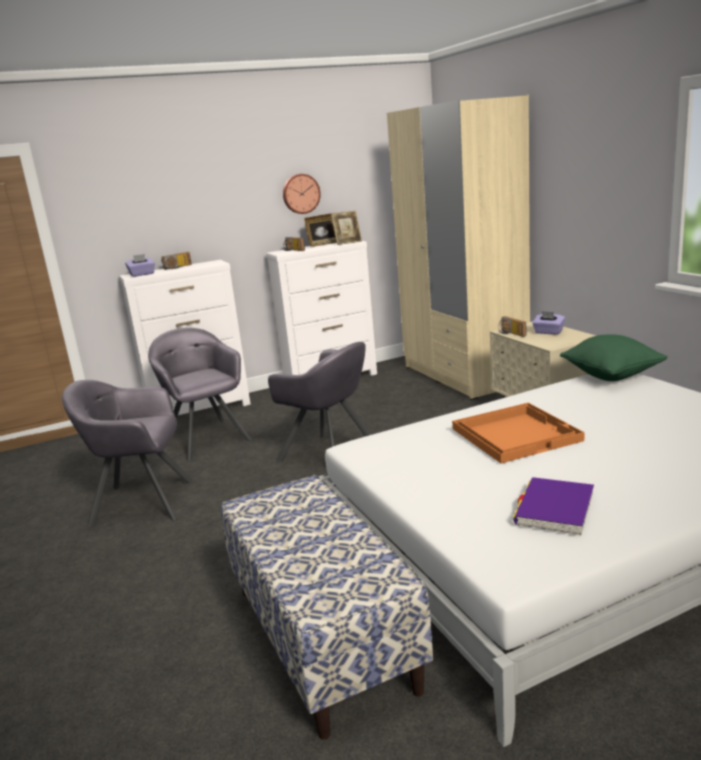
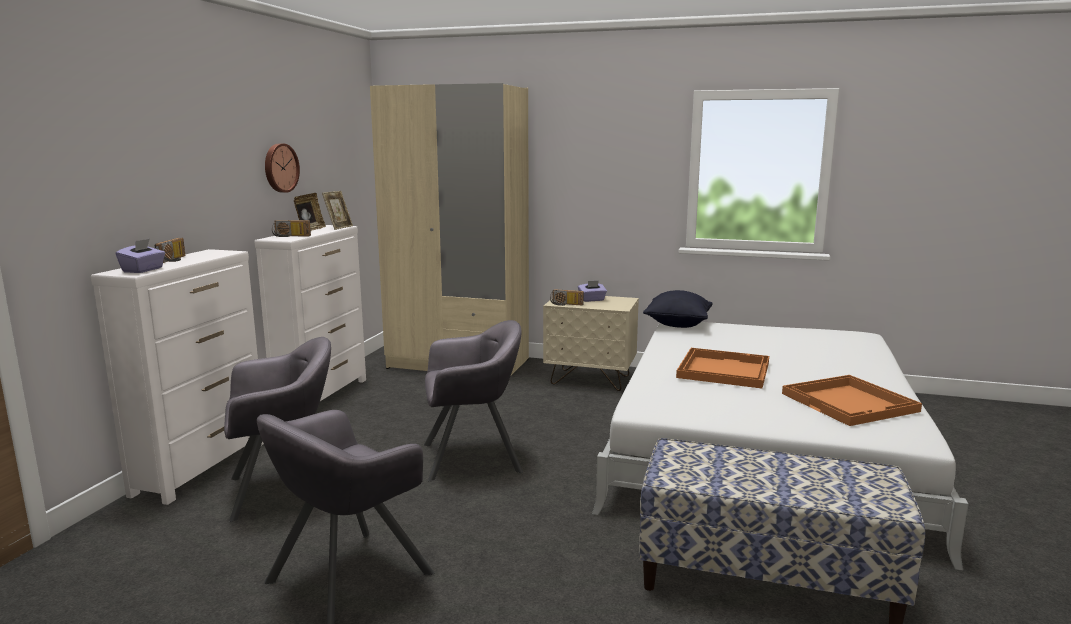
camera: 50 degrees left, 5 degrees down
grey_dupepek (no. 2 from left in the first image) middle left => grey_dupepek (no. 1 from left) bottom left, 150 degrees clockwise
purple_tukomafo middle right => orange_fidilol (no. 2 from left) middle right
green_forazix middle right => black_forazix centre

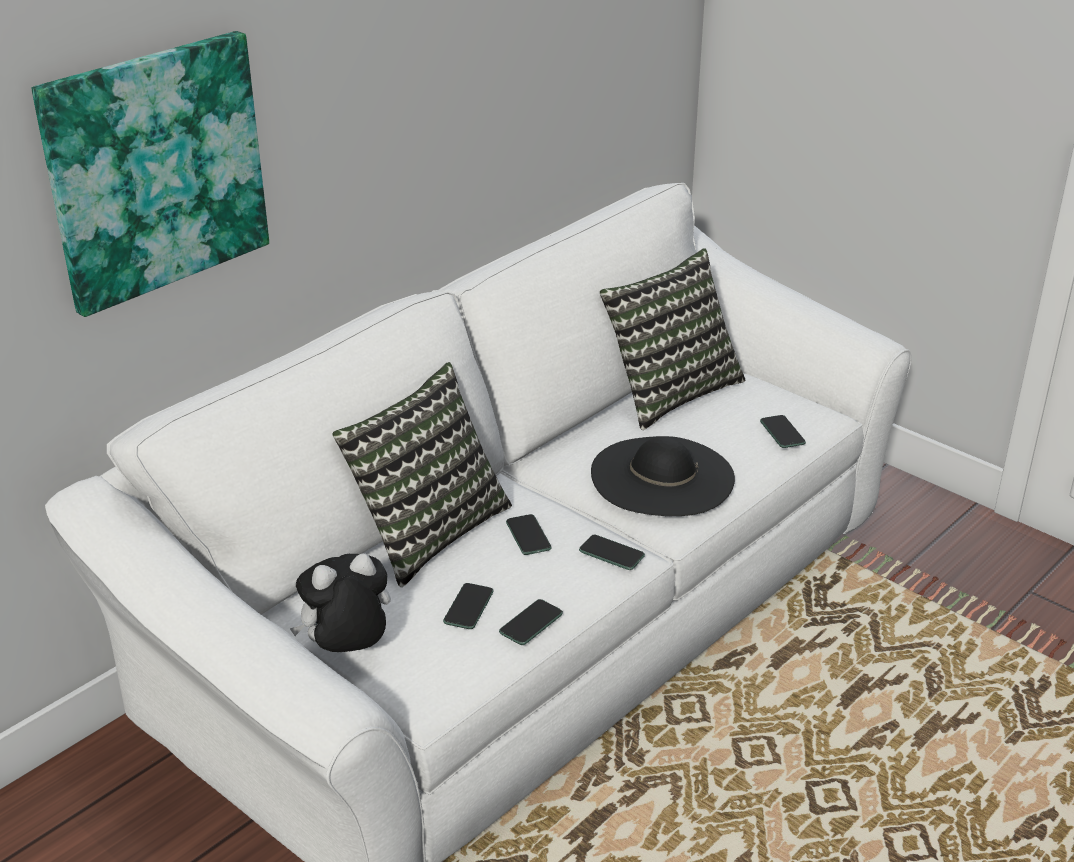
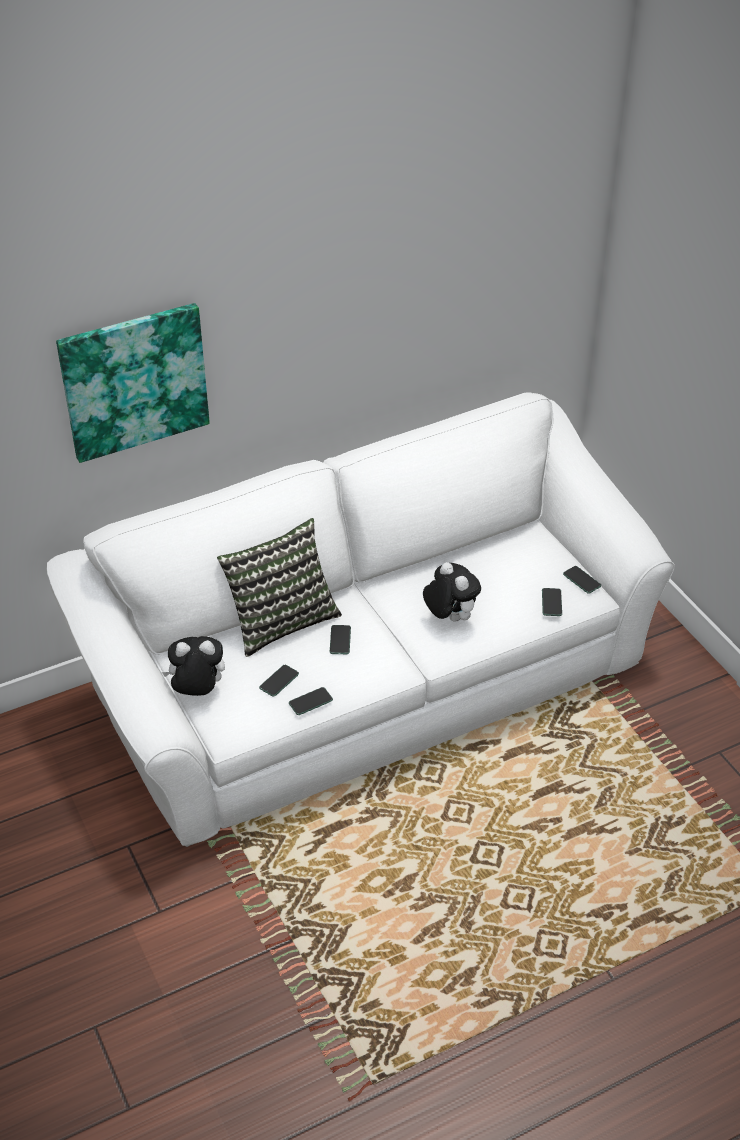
camera: 20 degrees right, 10 degrees up
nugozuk (no. 4 from left in the first image) centre => nugozuk (no. 5 from left) middle right, shifted
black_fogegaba centre => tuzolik (no. 2 from left) centre
forazix (no. 2 from left) centre => nothing

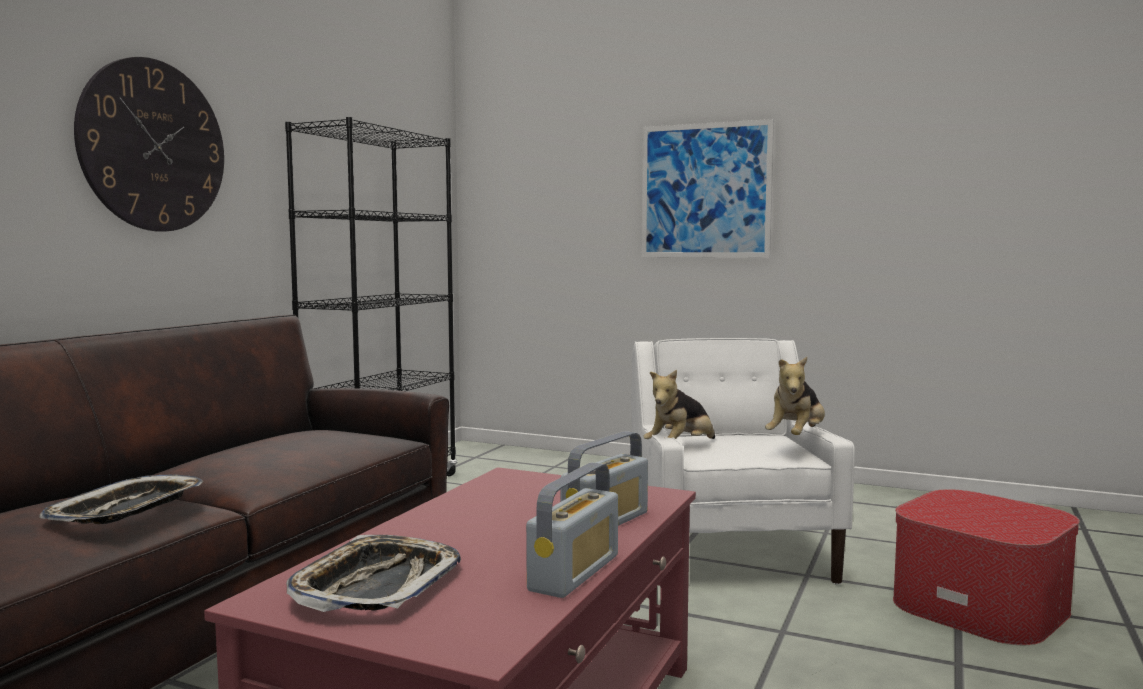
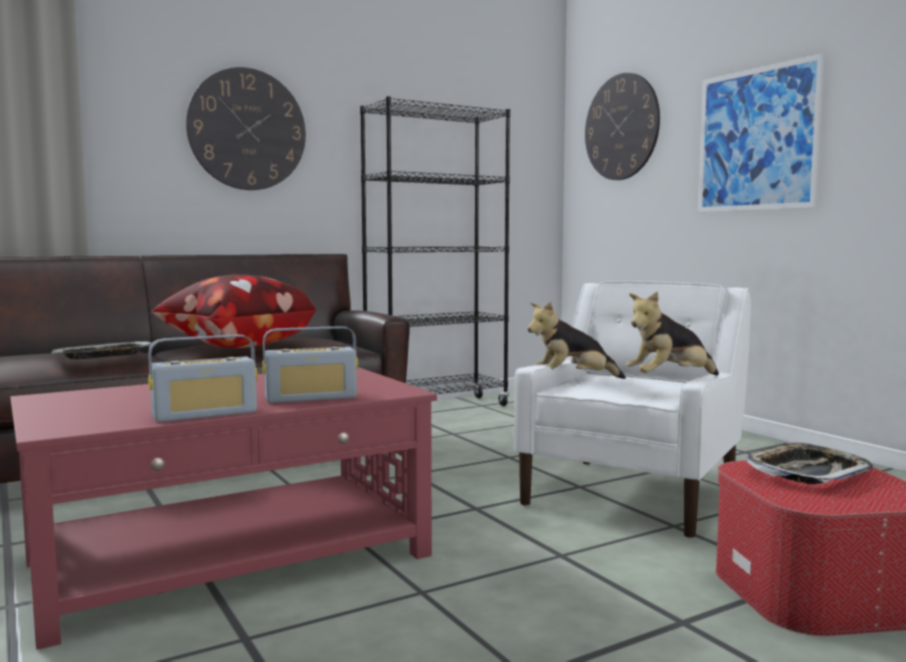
camera: 35 degrees right, 0 degrees up
fidilol (no. 2 from left) bottom left => fidilol (no. 2 from left) bottom right, shifted
nothing => forazix middle left
nothing => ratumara (no. 2 from left) top right

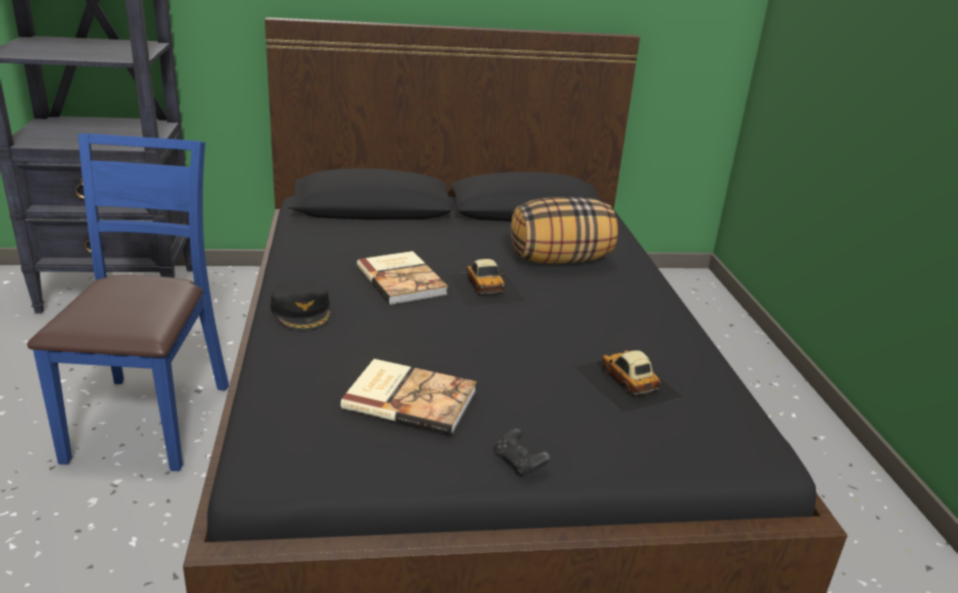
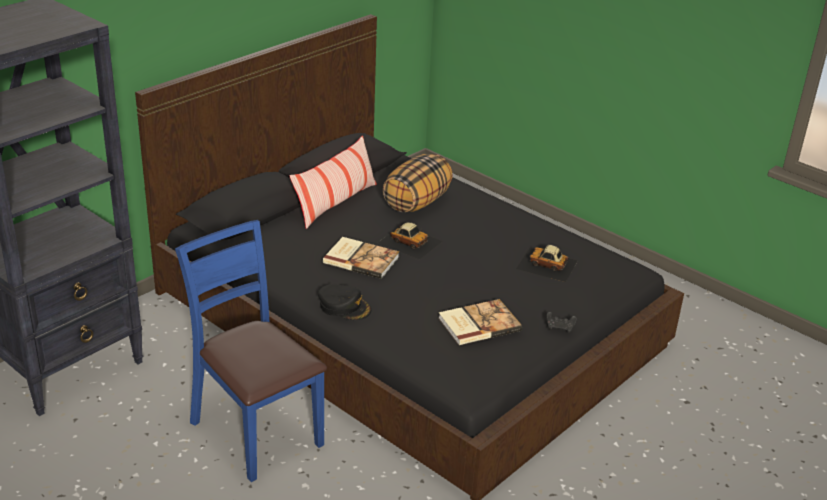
camera: 40 degrees left, 5 degrees up
nothing => forazix (no. 1 from left) centre

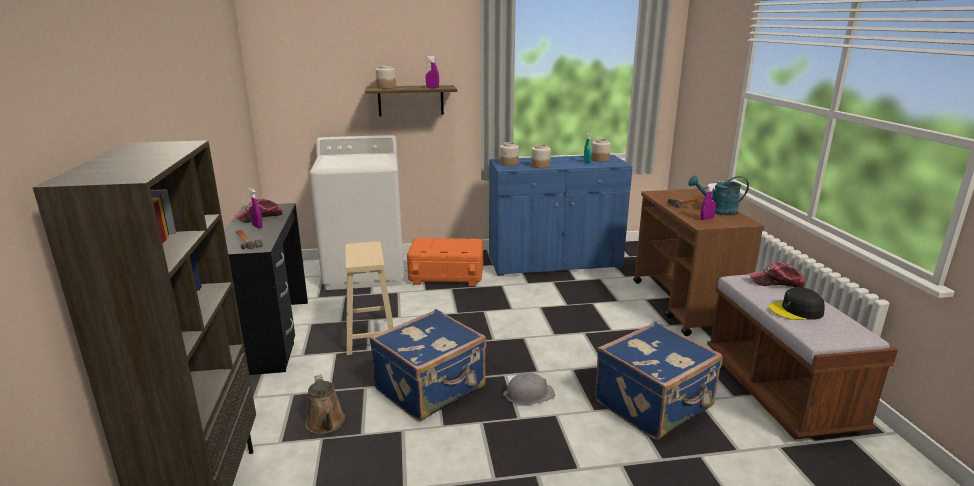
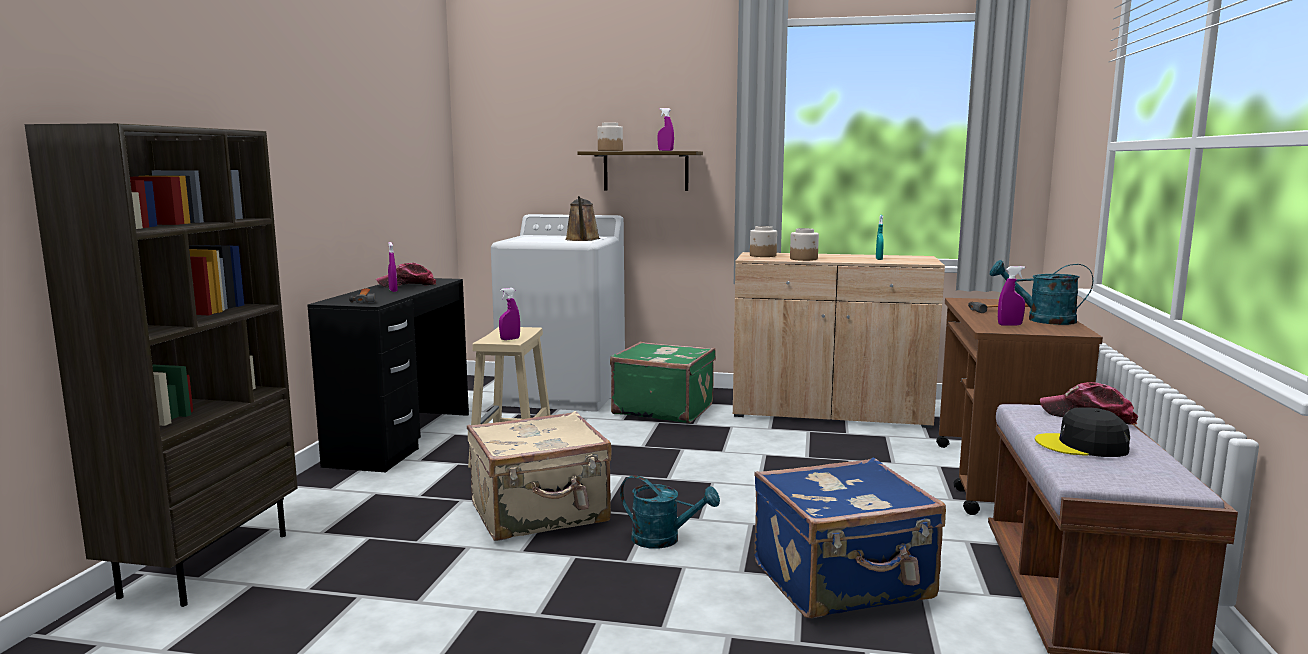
camera: 20 degrees right, 10 degrees down
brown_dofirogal bottom centre => brown_dofirogal centre, shifted
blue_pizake (no. 1 from left) bottom centre => beige_pizake bottom centre
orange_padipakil centre => green_pizake centre
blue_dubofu centre => beige_dubofu centre
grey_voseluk bottom centre => turquoise_dofirogal (no. 1 from left) bottom centre
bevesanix (no. 4 from left) top centre => nothing
nothing => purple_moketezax (no. 2 from left) centre

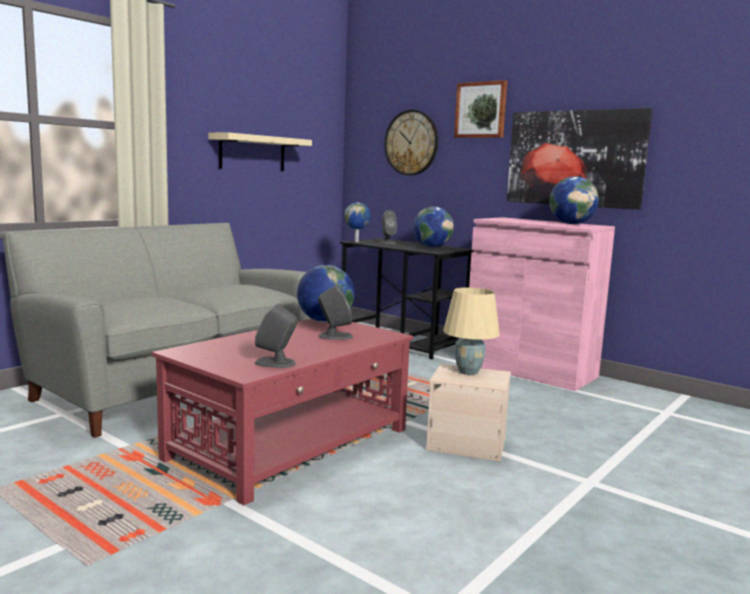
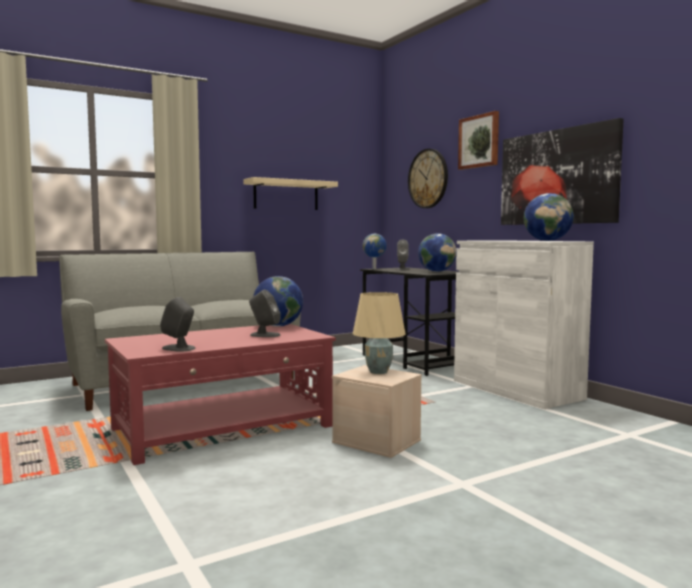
camera: 20 degrees right, 5 degrees down
pink_dubofu middle right => white_dubofu middle right

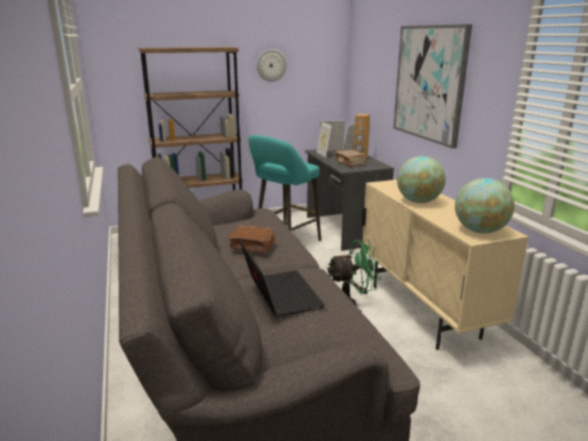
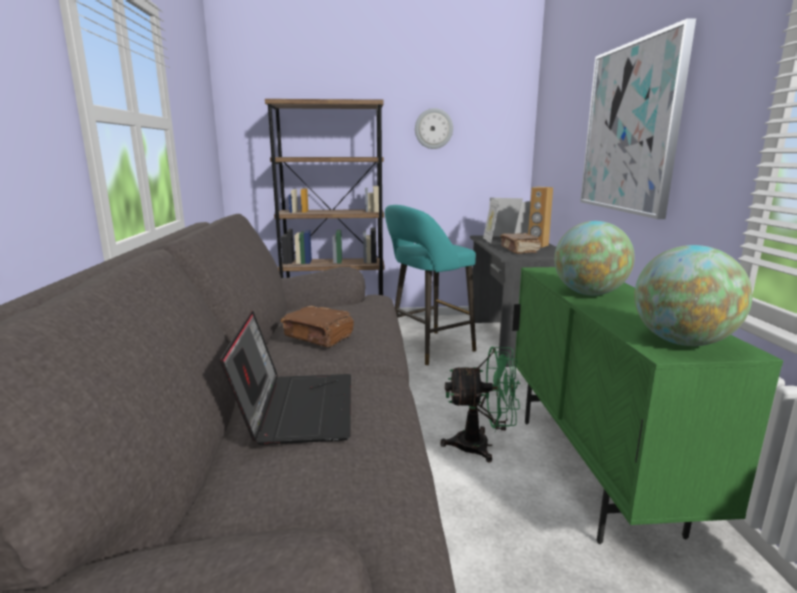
camera: 15 degrees right, 5 degrees down
beige_dubofu middle right => green_dubofu bottom right

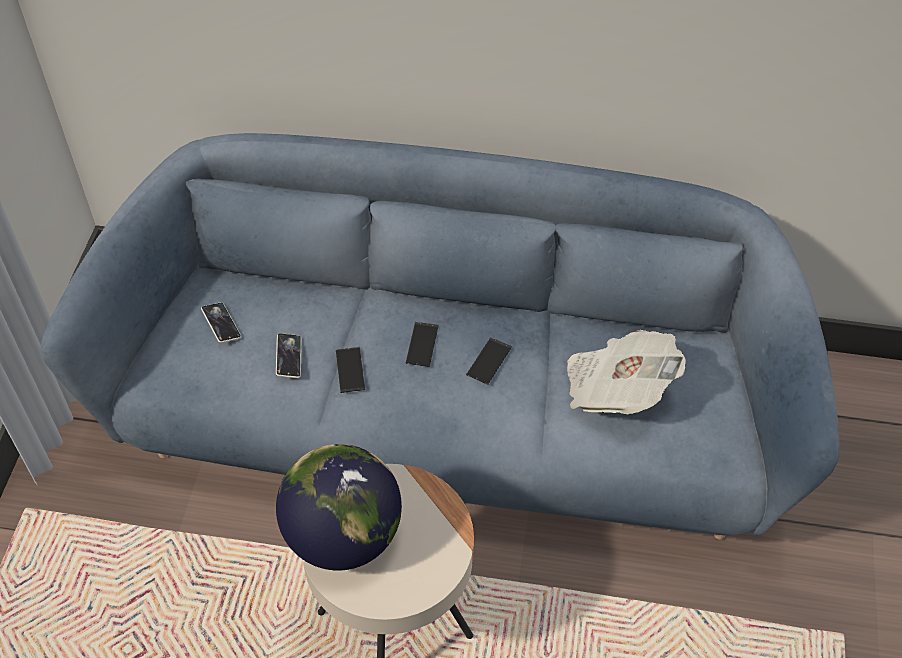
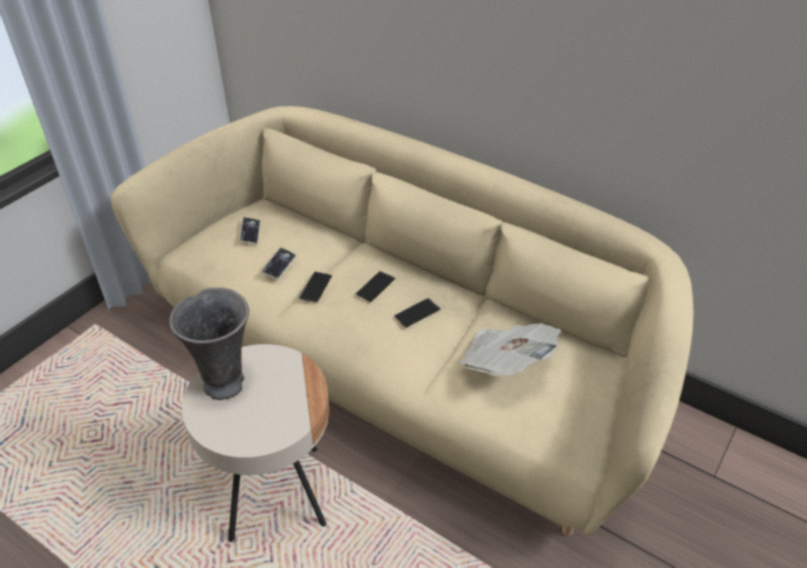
camera: 25 degrees right, 10 degrees down
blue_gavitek centre => beige_gavitek centre
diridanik bottom centre => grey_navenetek middle left

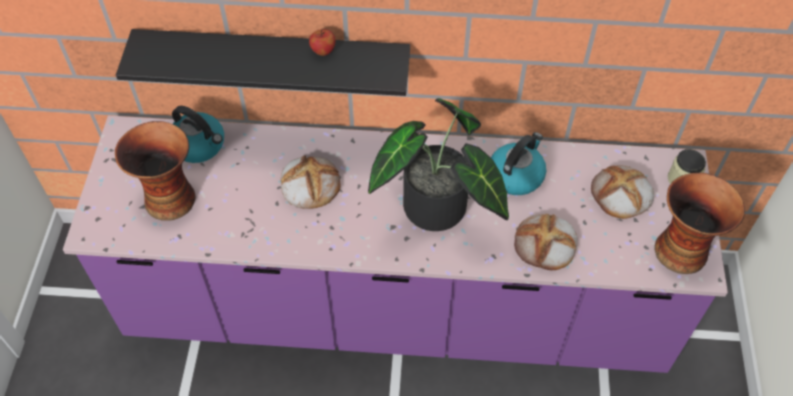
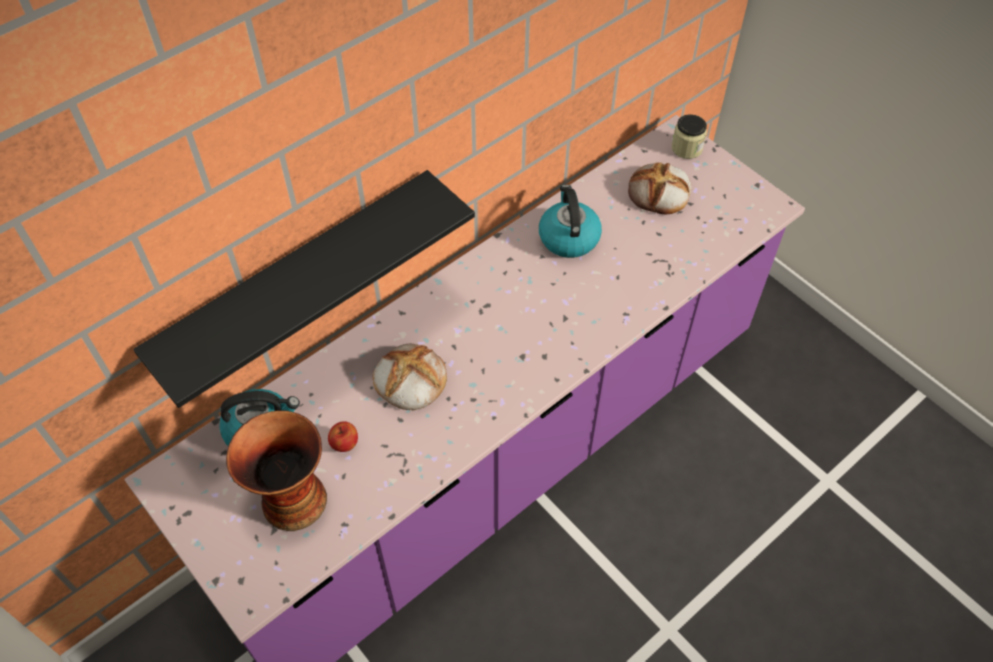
camera: 45 degrees left, 0 degrees up
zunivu top centre => zunivu centre, shifted
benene centre => nothing
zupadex (no. 2 from left) middle right => nothing
navenetek (no. 2 from left) middle right => nothing

